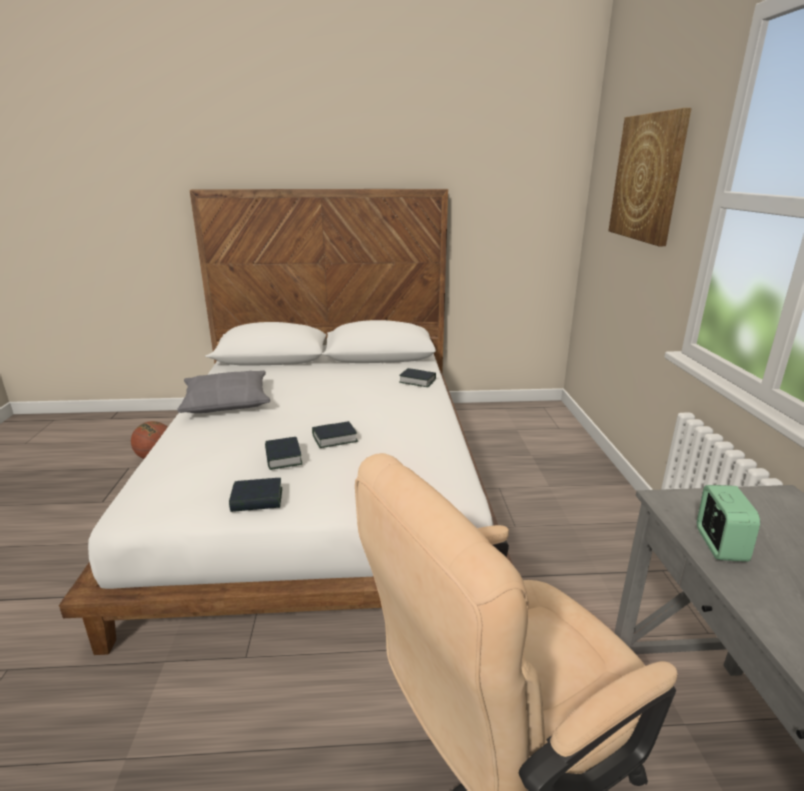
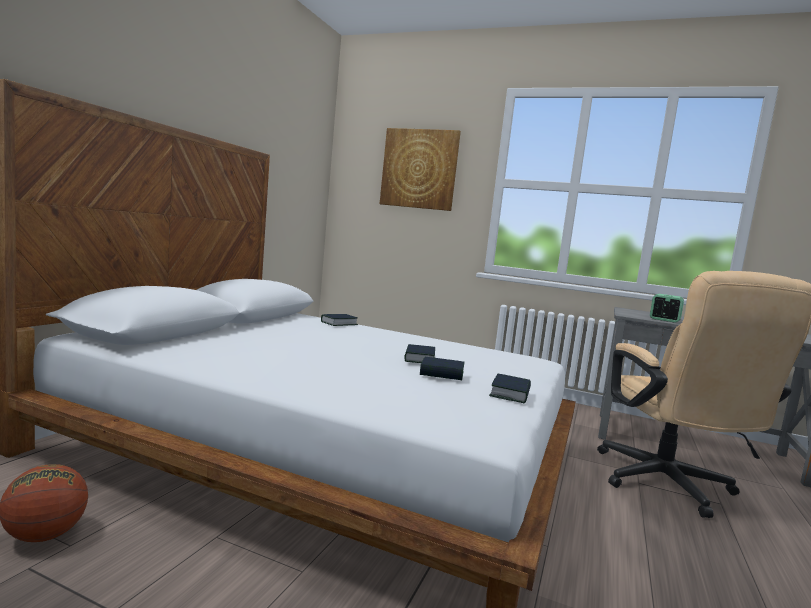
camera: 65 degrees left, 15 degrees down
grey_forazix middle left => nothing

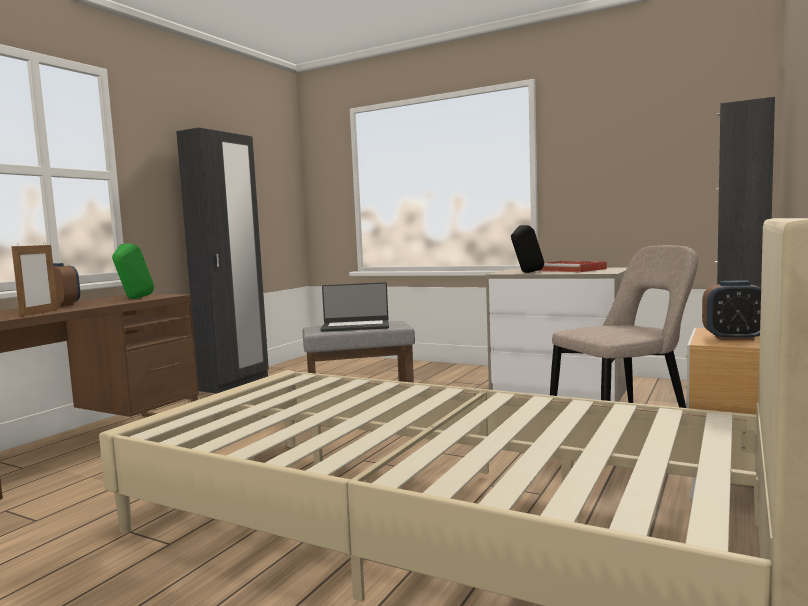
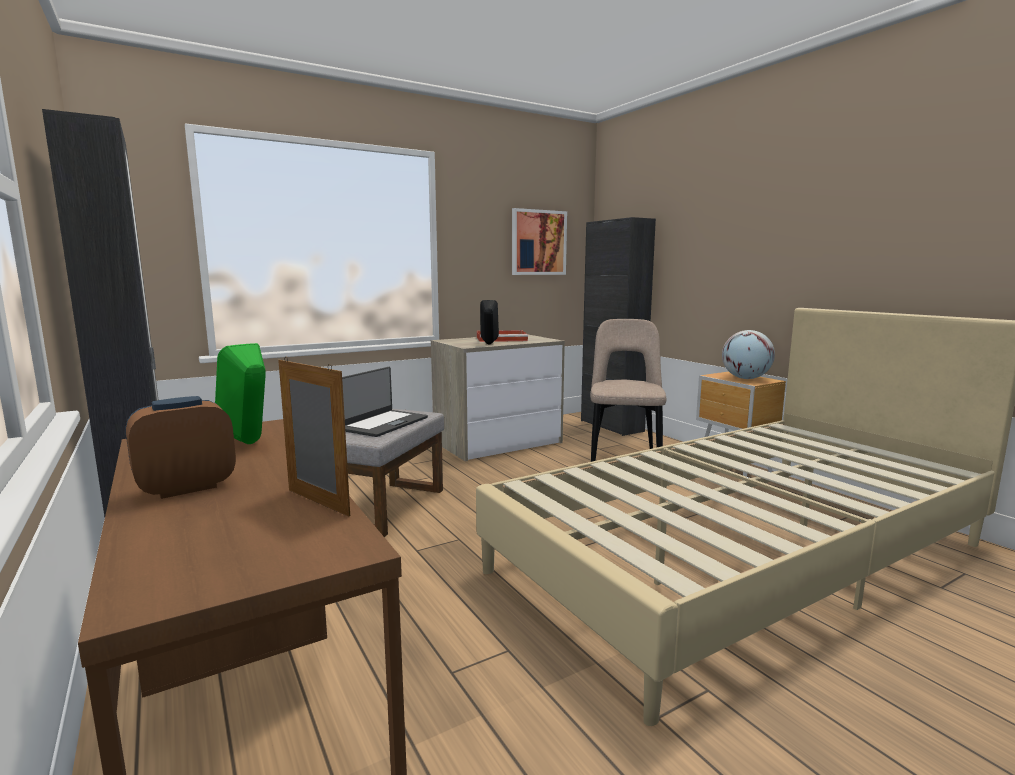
camera: 60 degrees left, 5 degrees up
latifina (no. 2 from left) middle right => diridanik middle right
nothing => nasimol top centre

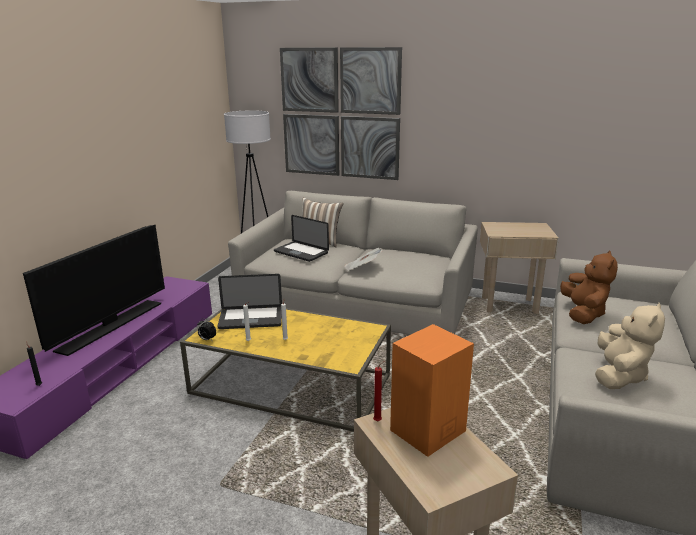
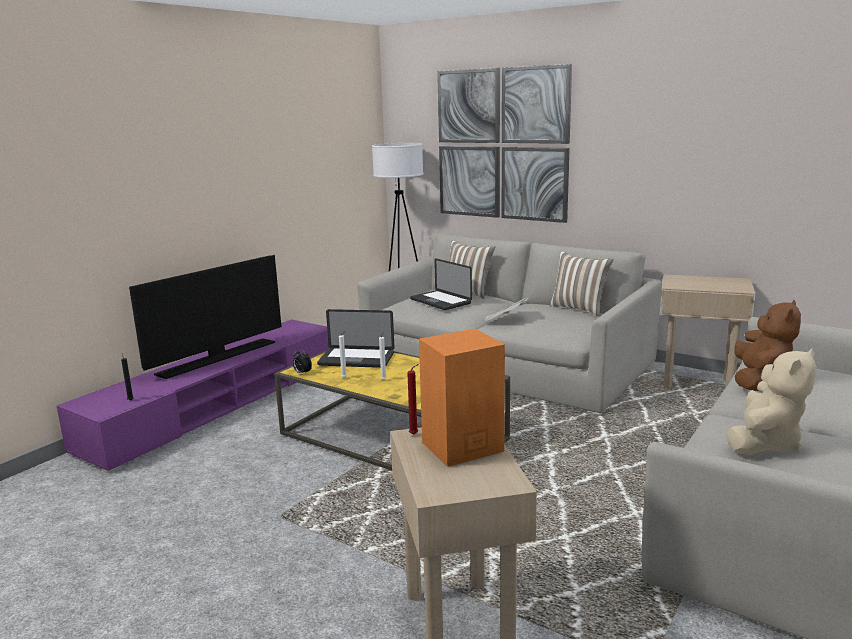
camera: 15 degrees right, 5 degrees down
nothing => forazix (no. 2 from left) middle right

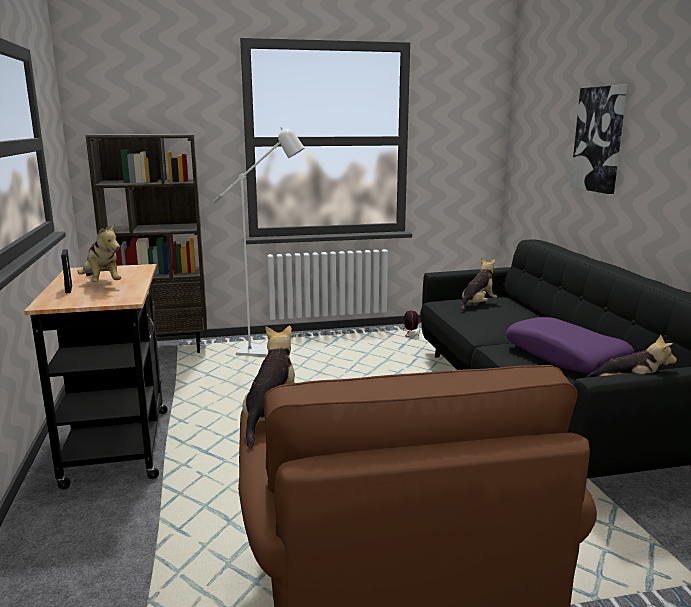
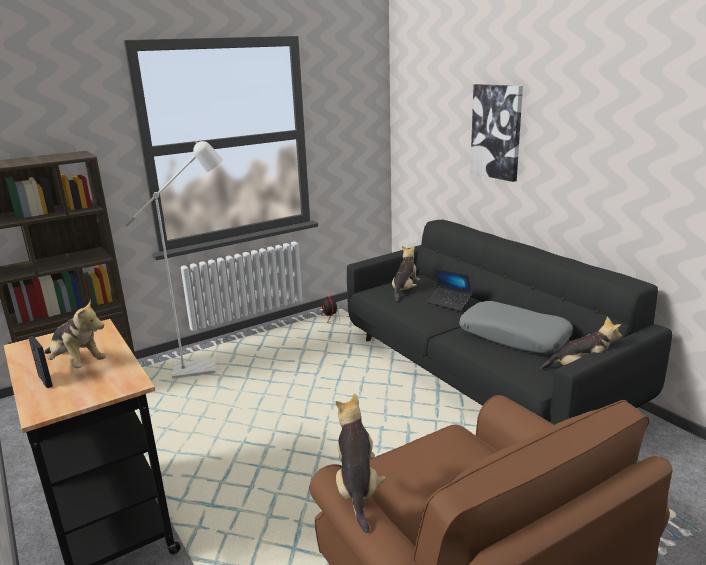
camera: 20 degrees left, 5 degrees up
purple_forazix middle right => grey_forazix middle right
nothing => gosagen centre

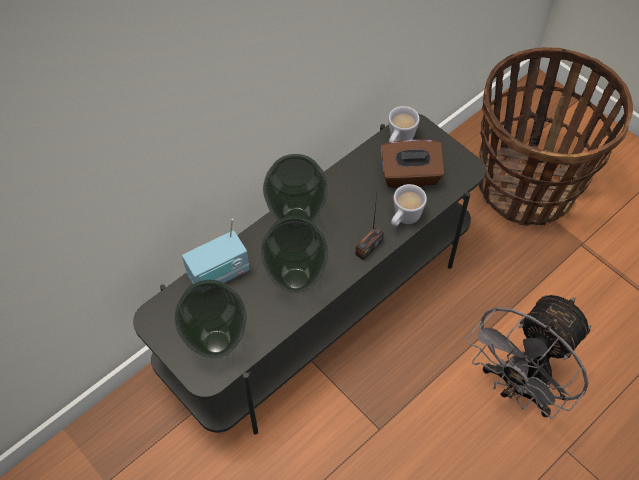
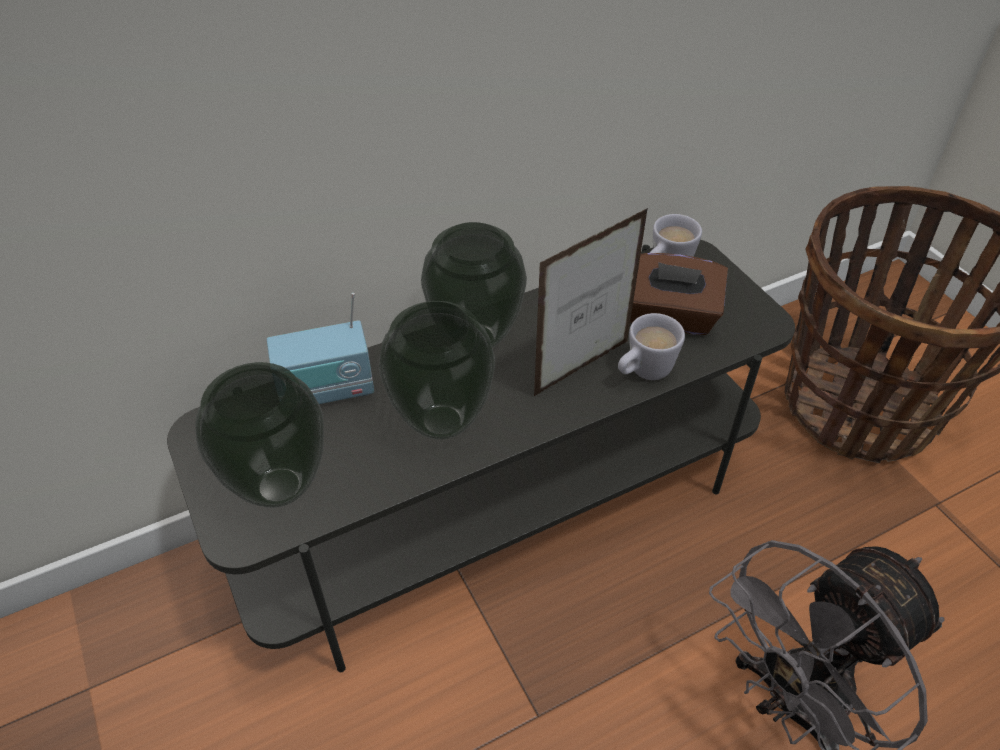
camera: 15 degrees right, 10 degrees down
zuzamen (no. 2 from left) centre => nothing
nothing => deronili centre

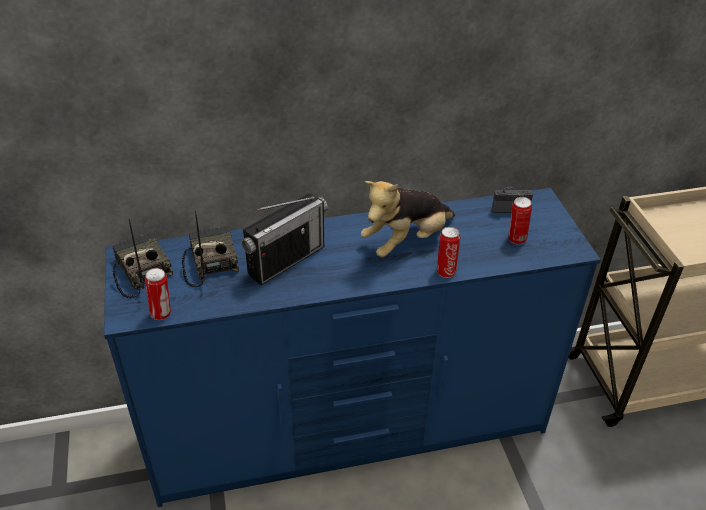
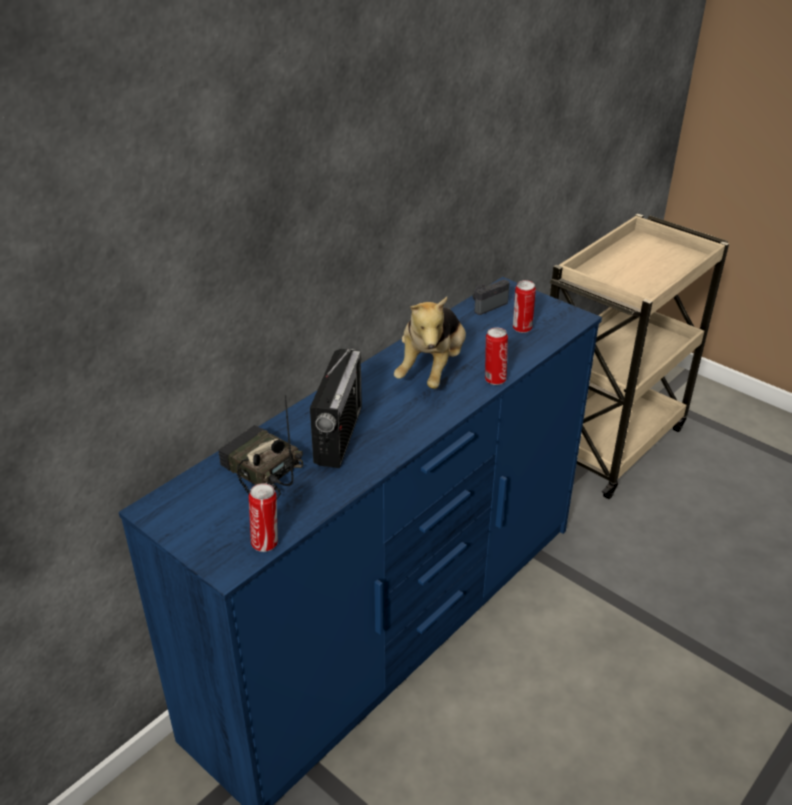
camera: 35 degrees left, 5 degrees down
zuzamen (no. 1 from left) middle left => nothing

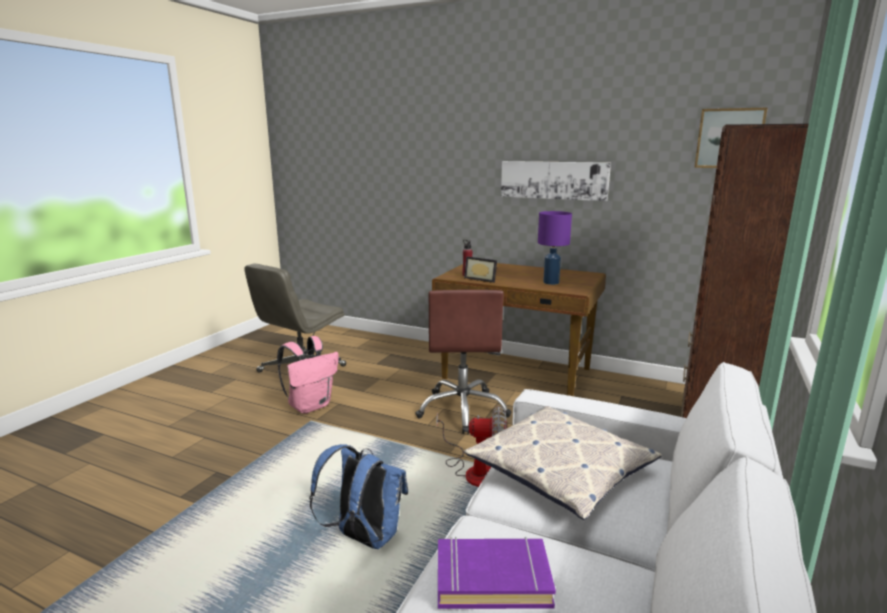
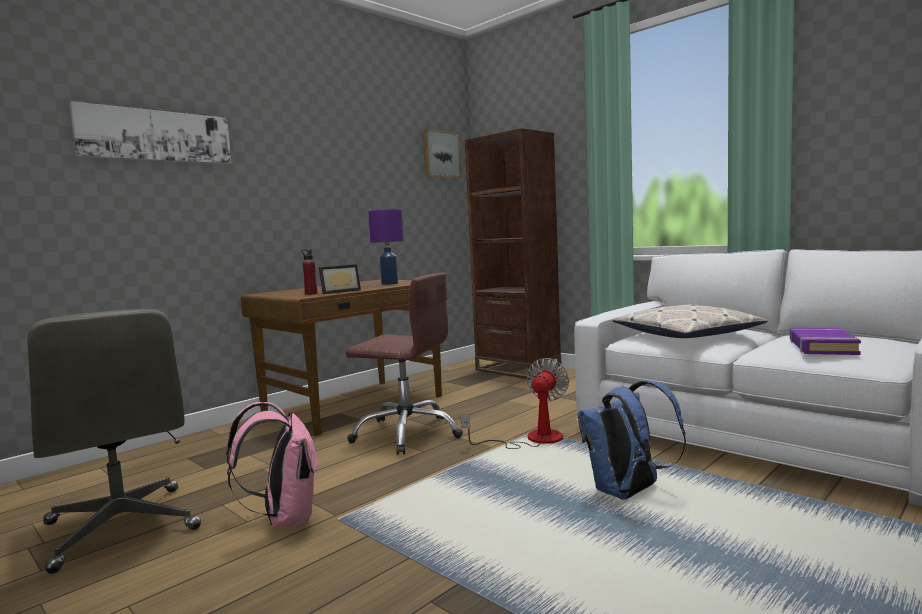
camera: 70 degrees left, 10 degrees down
nasimol (no. 1 from left) top centre => nasimol (no. 1 from left) top left, shifted

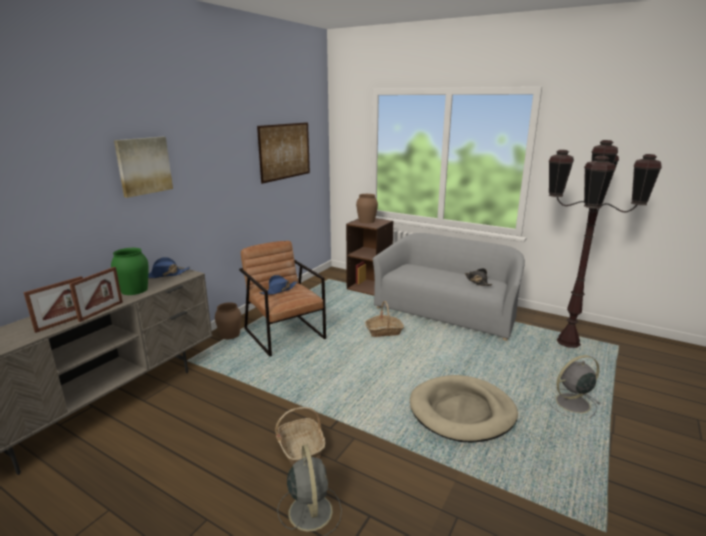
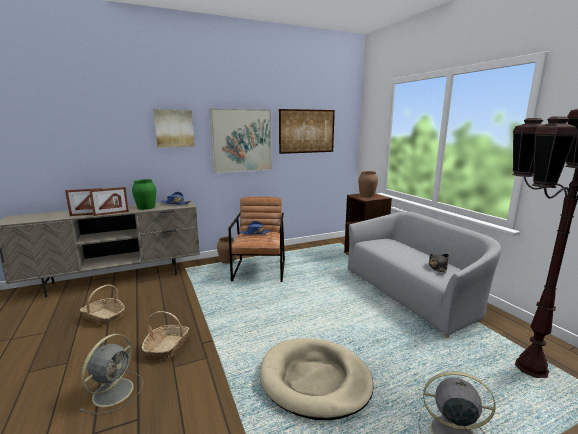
camera: 35 degrees right, 5 degrees down
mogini (no. 2 from left in the first image) centre => mogini (no. 1 from left) bottom left, shifted
nothing => nasimol (no. 2 from left) top centre

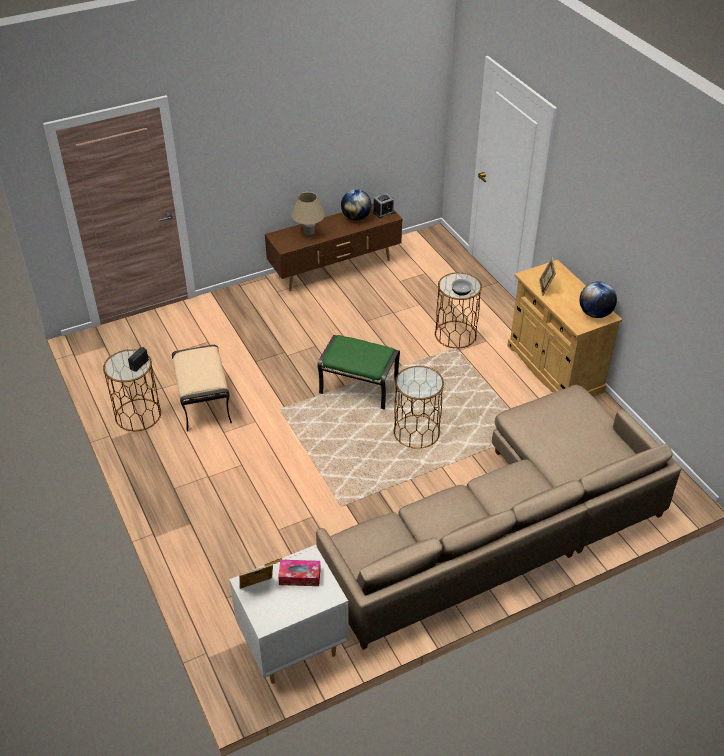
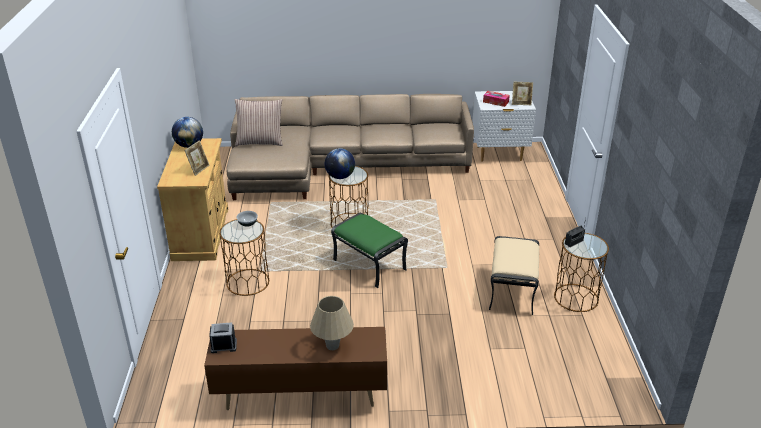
camera: 155 degrees left, 10 degrees down
diridanik (no. 1 from left in the first image) top centre => diridanik (no. 2 from left) centre, shifted
nothing => forazix top centre

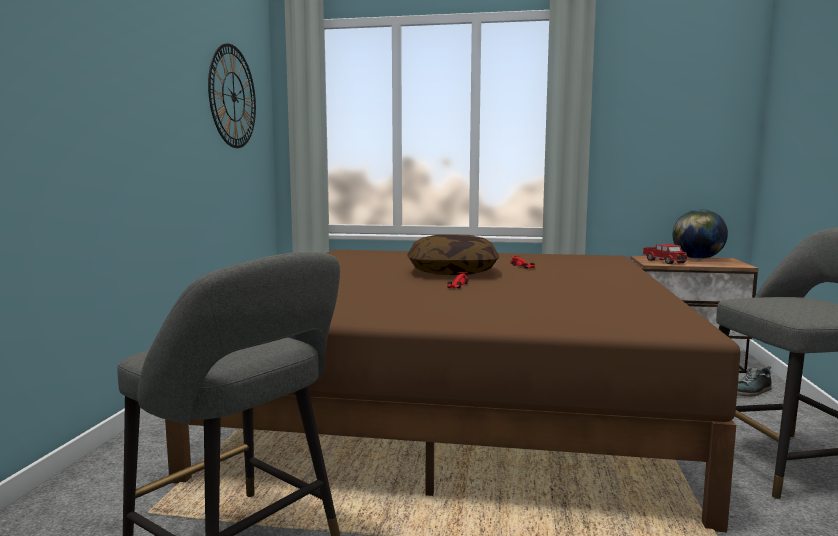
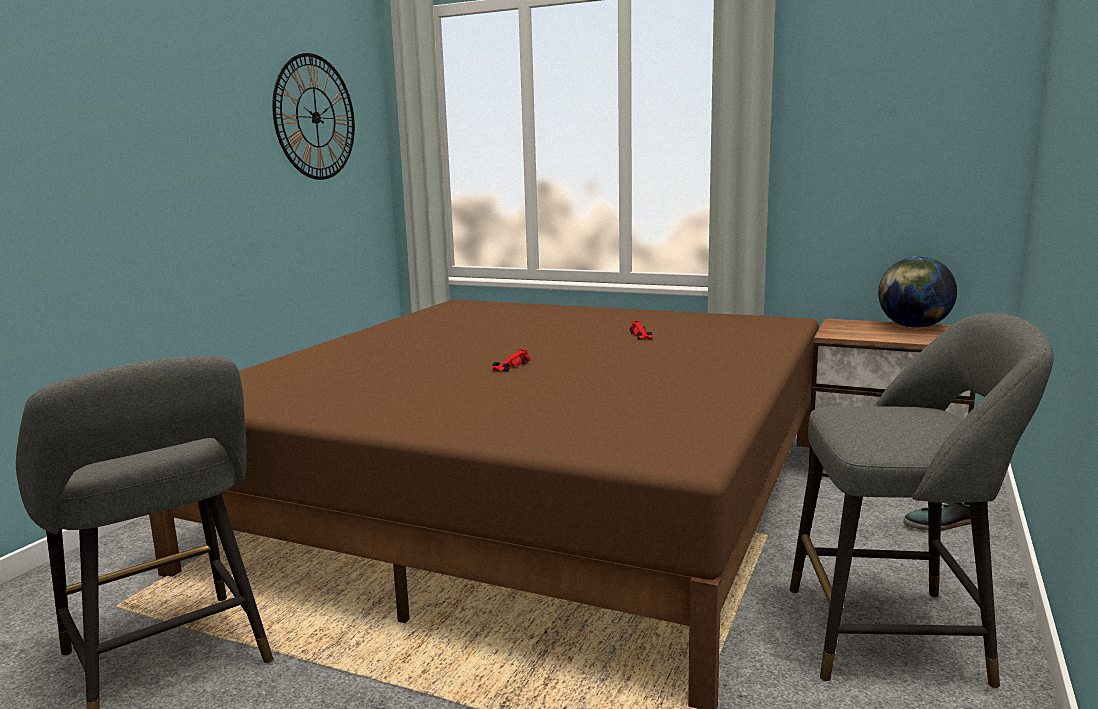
camera: 15 degrees right, 5 degrees up
forazix centre => nothing
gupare middle right => nothing

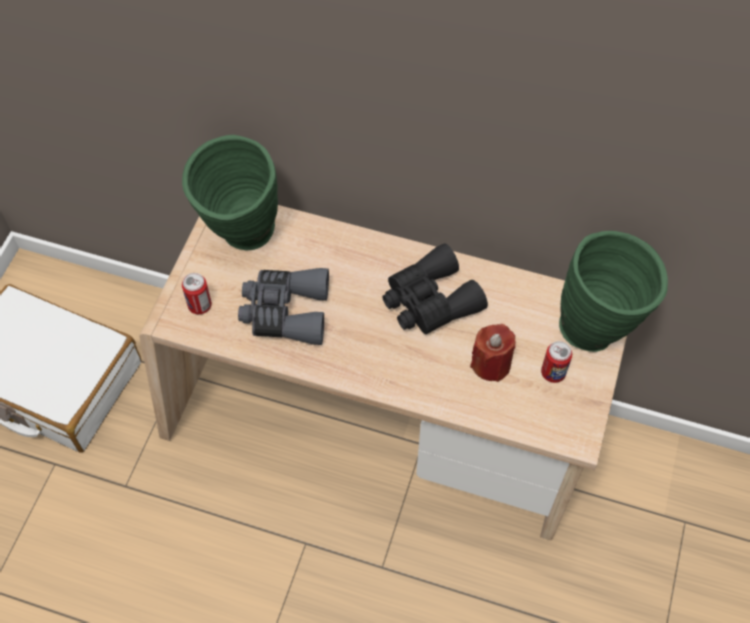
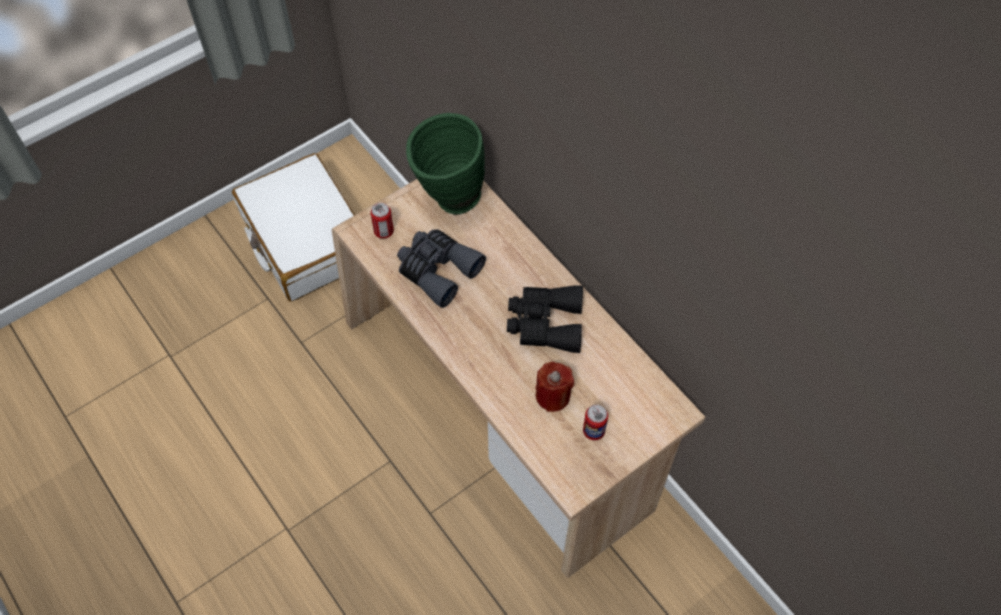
camera: 35 degrees right, 0 degrees up
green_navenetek (no. 2 from left) middle right => nothing

